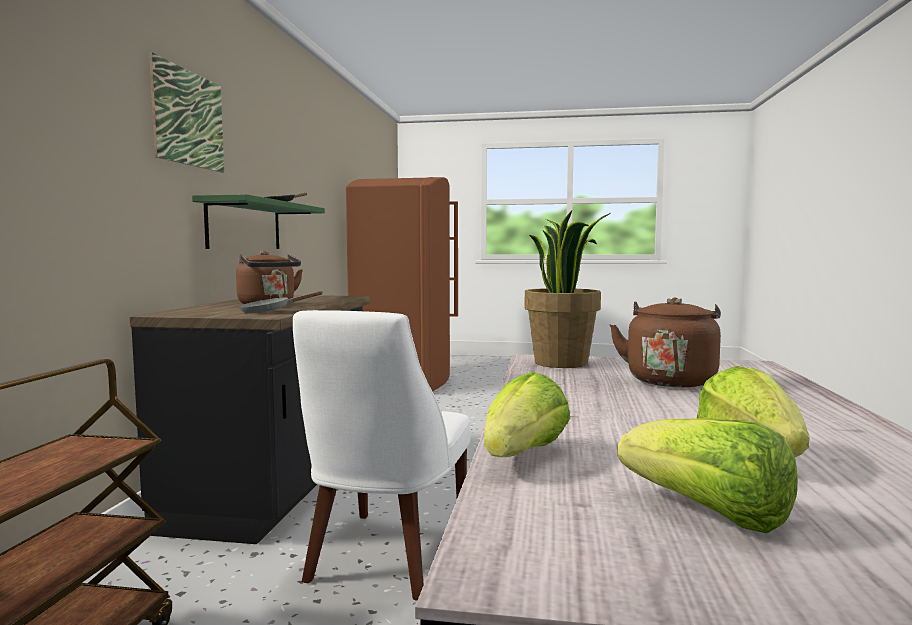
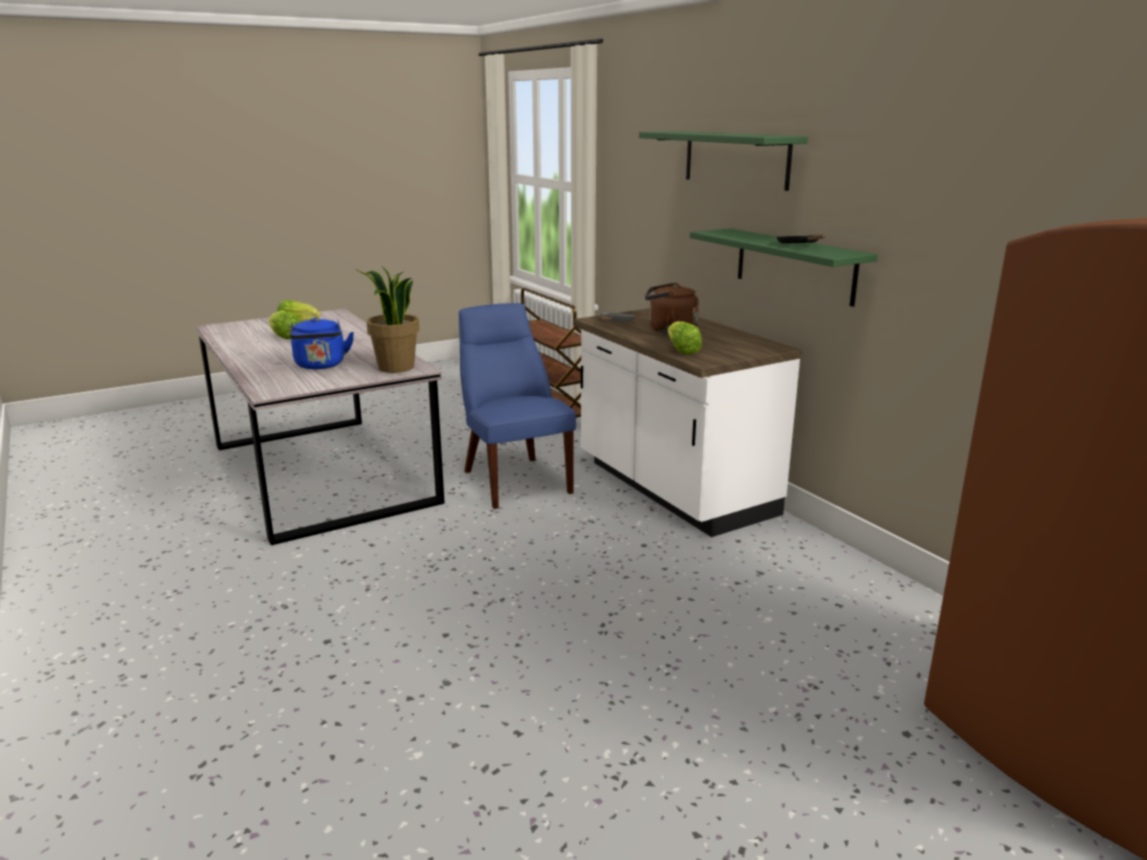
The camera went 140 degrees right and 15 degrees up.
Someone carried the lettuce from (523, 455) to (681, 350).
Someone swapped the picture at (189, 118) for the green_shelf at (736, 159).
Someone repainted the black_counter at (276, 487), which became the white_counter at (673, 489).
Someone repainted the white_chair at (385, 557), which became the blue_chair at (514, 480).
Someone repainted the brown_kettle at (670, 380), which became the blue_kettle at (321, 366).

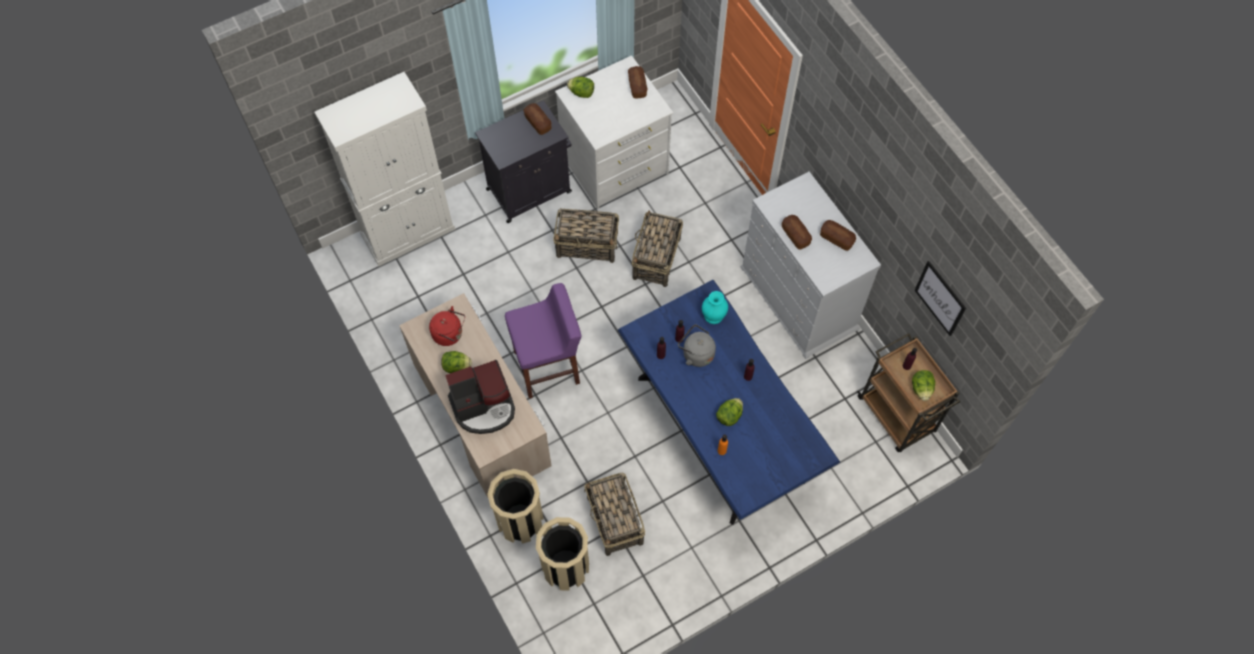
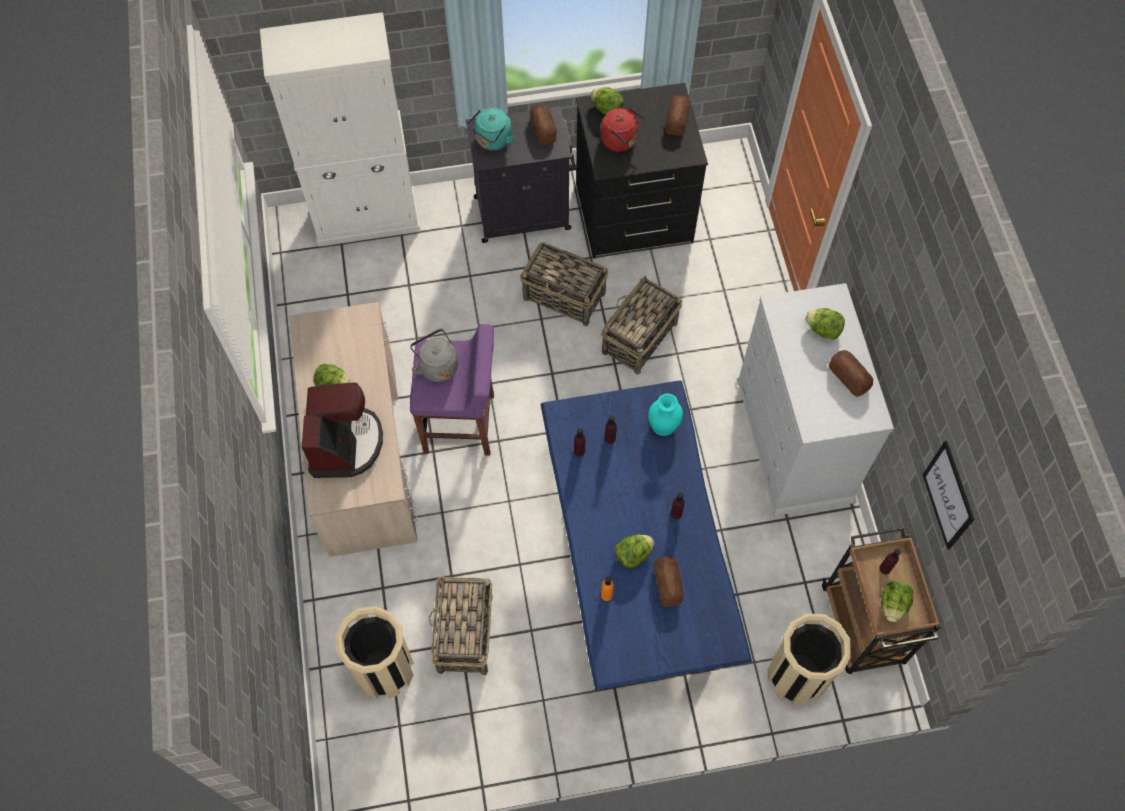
The camera went 20 degrees right and 0 degrees up.
Someone put down the turquoise_kettle at (492, 141).
Someone put down the lettuce at (823, 330).
Someone carried the red_kettle from (449, 334) to (621, 141).
Someone carried the beige_trash_can from (520, 521) to (796, 676).
Someone carried the grey_kettle from (696, 353) to (437, 365).
Someone carried the bread from (795, 235) to (667, 584).
Someone repainted the white_dresser at (615, 166), which became the black_dresser at (634, 215).
Someone rotated the coffee_machine at (484, 407) by 90 degrees counterclockwise.

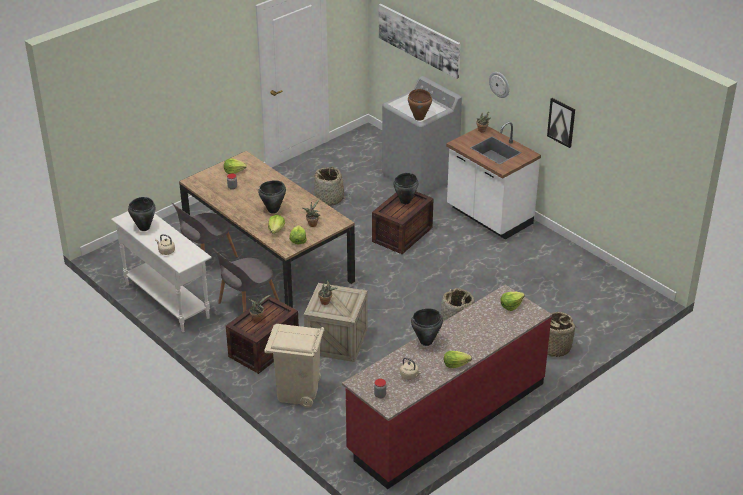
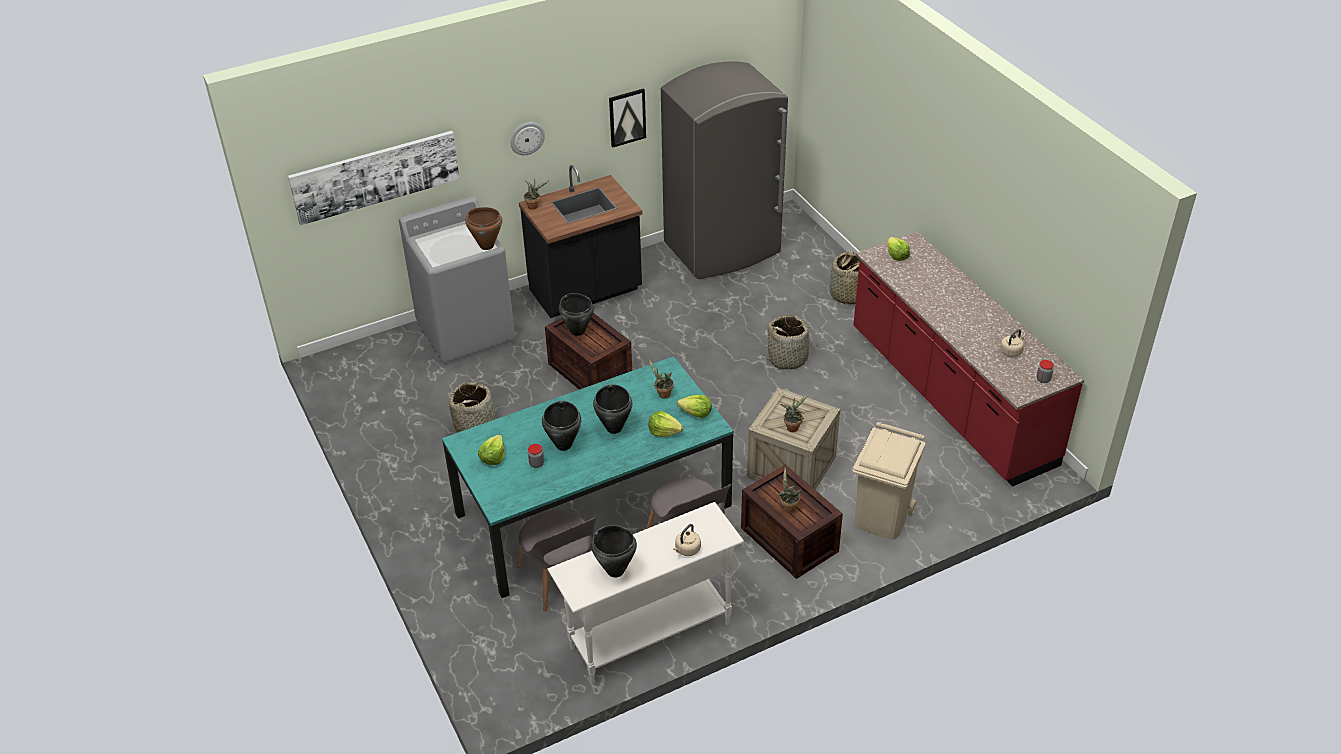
The camera went 75 degrees left and 5 degrees up.
Someone took away the lettuce at (455, 365).
Someone put down the grey_fridge at (723, 249).
Someone carried the black_cooking_pot from (426, 342) to (564, 445).
Someone repainted the brown_dining_table at (267, 260), which became the turquoise_dining_table at (592, 510).
Someone repainted the white_counter at (488, 217), which became the black_counter at (586, 292).

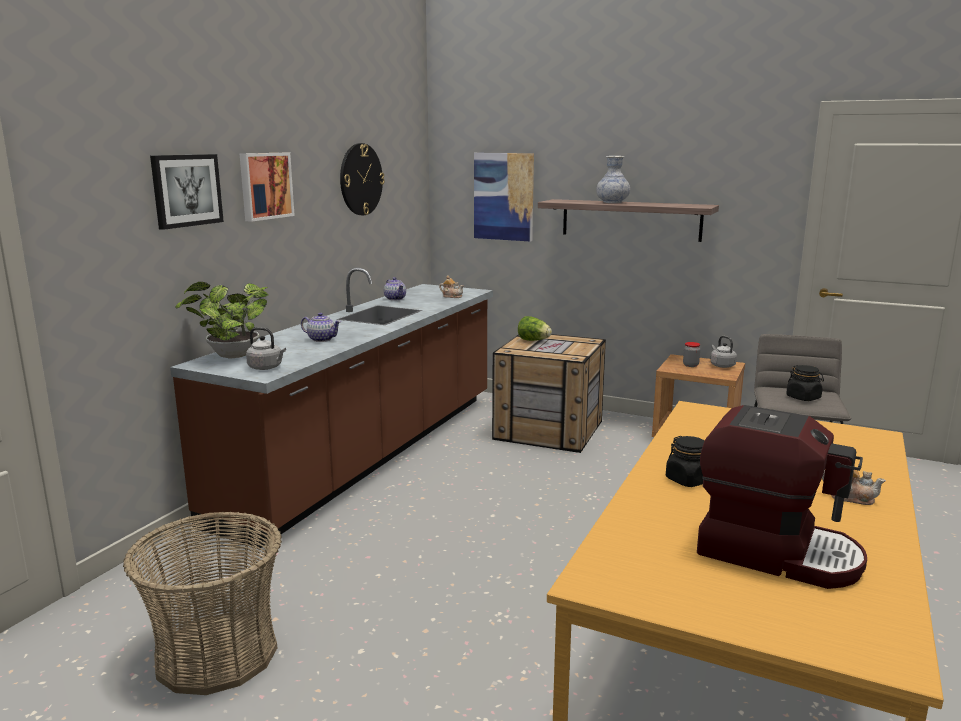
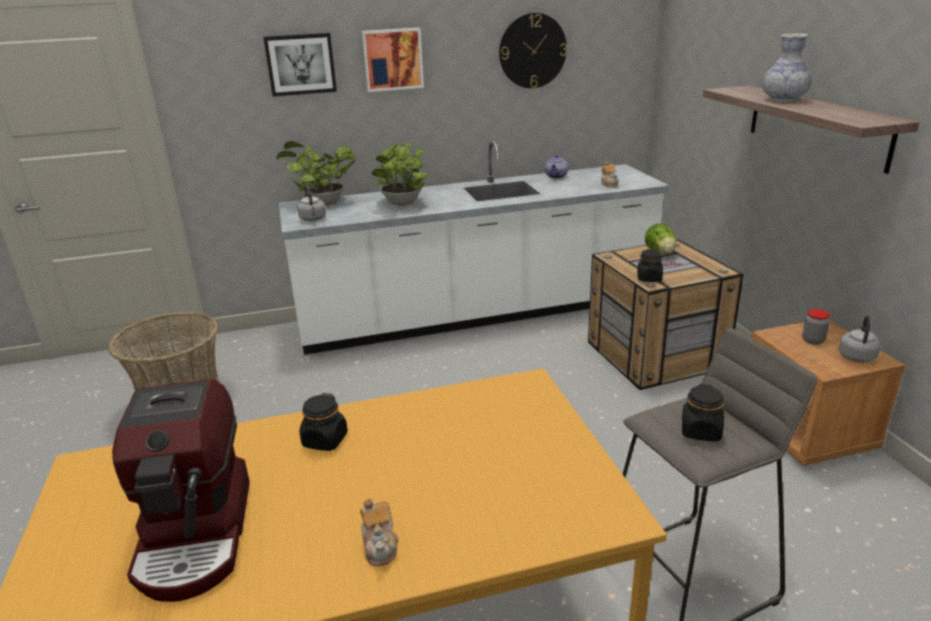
The camera went 50 degrees right and 10 degrees up.
Someone took away the picture at (503, 196).
Someone put down the black_jar at (649, 278).
Someone swapped the teapot at (321, 339) for the potted_plant at (402, 204).
Someone repainted the brown_counter at (370, 453), which became the white_counter at (478, 315).

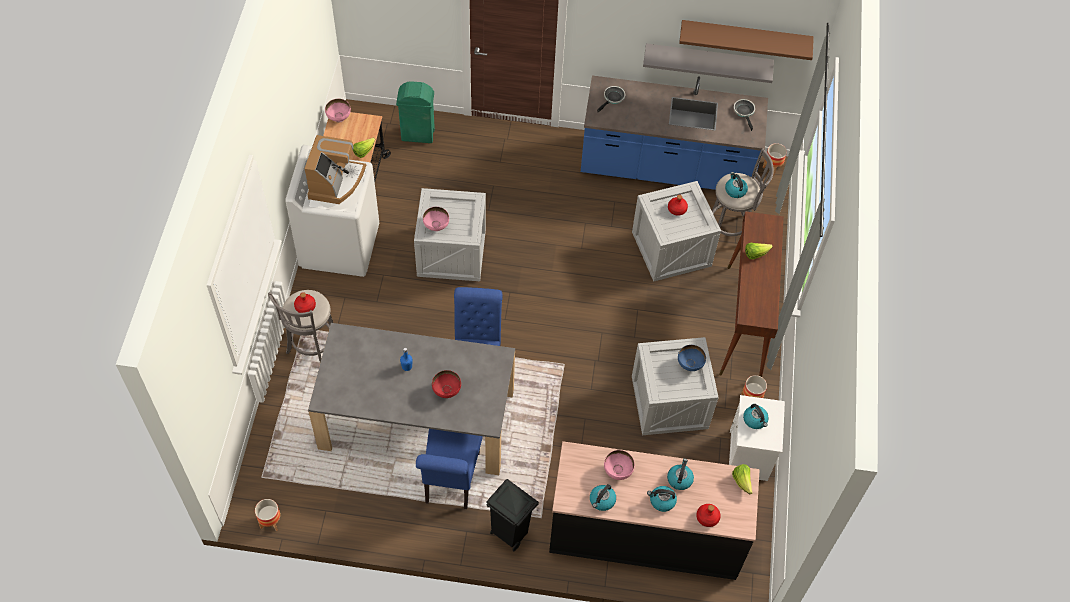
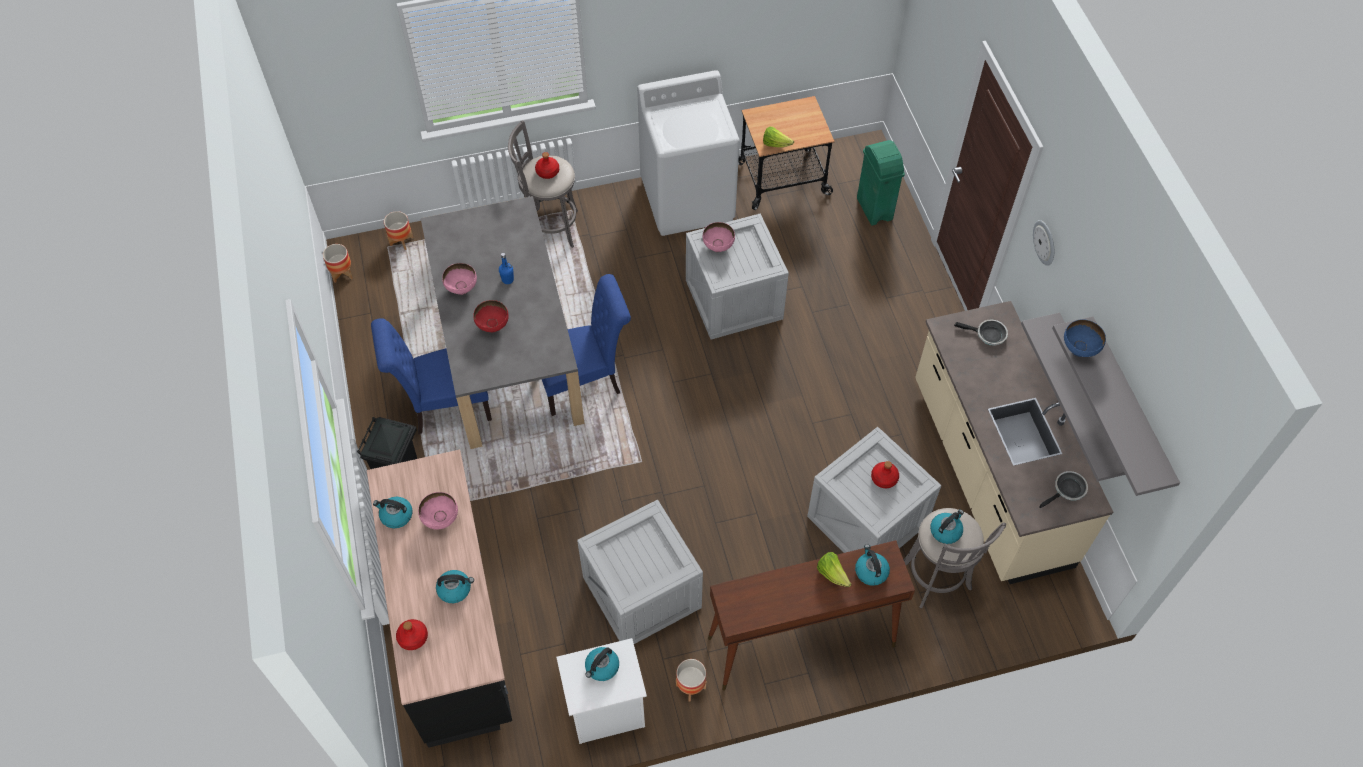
The camera went 70 degrees right and 0 degrees up.
Someone took away the coffee_machine at (336, 182).
Someone took away the lettuce at (742, 481).
Someone put up the wall_clock at (1045, 242).
Someone carried the pink_bowl from (339, 118) to (462, 288).
Someone carried the kettle from (662, 501) to (870, 571).
Someone carried the blue_bowl from (690, 364) to (1079, 349).
Someone carried the planter from (772, 167) to (401, 241).
Someone repainted the blue_counter at (666, 168), which became the beige_counter at (989, 473).
Someone repainted the brown_shelf at (745, 37), which became the grey_shelf at (1129, 406).

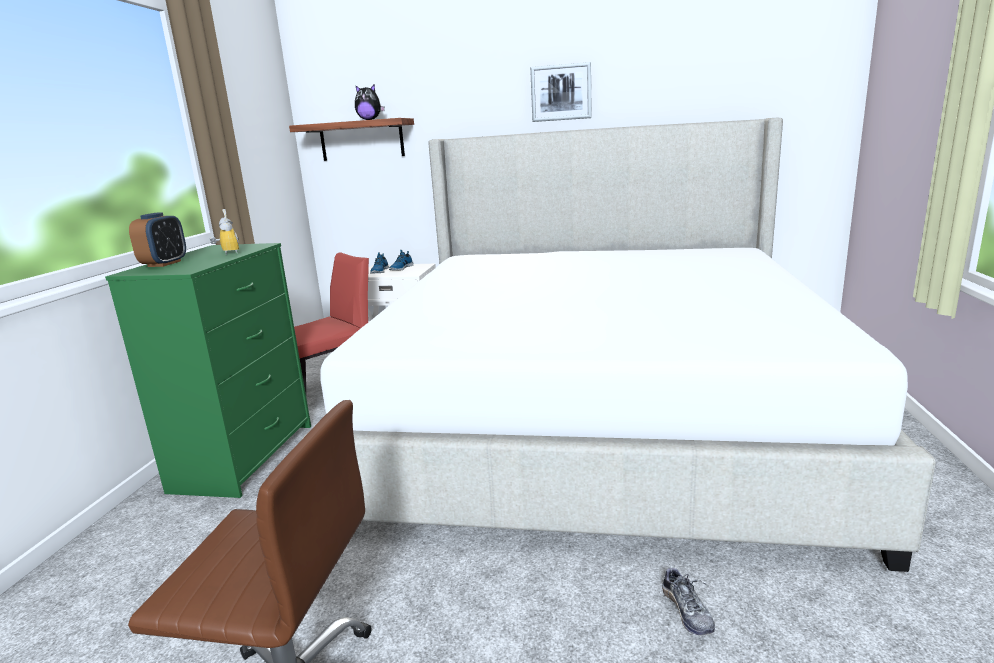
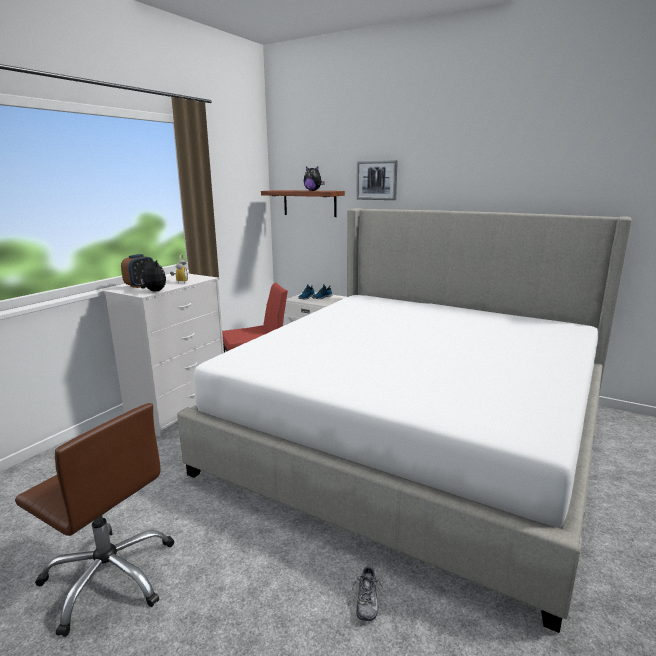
The camera went 20 degrees right and 0 degrees up.
Someone put down the plush_toy at (154, 291).
Someone carried the picture from (561, 92) to (376, 180).
Someone repainted the green_dresser at (245, 456), which became the white_dresser at (179, 410).

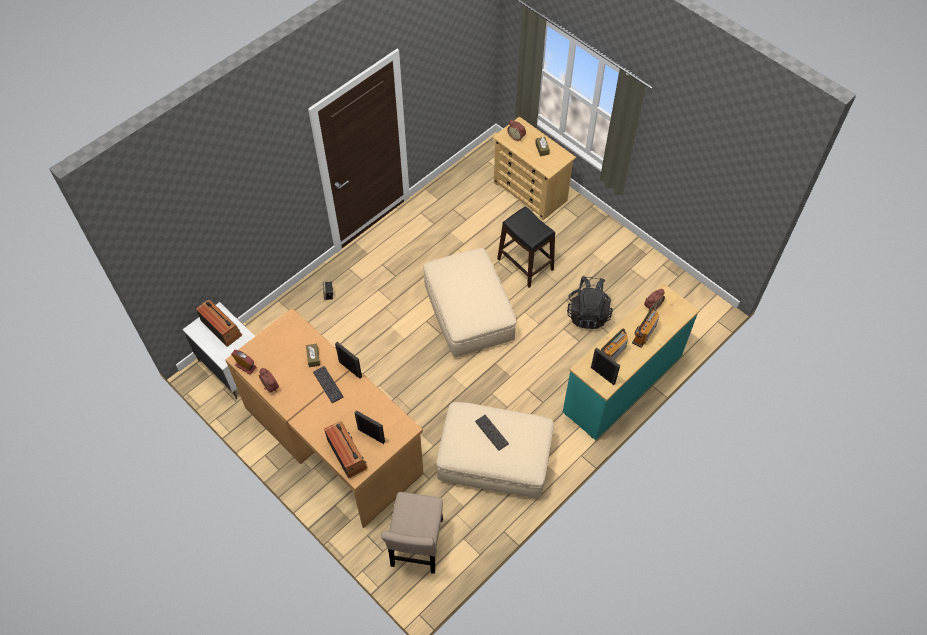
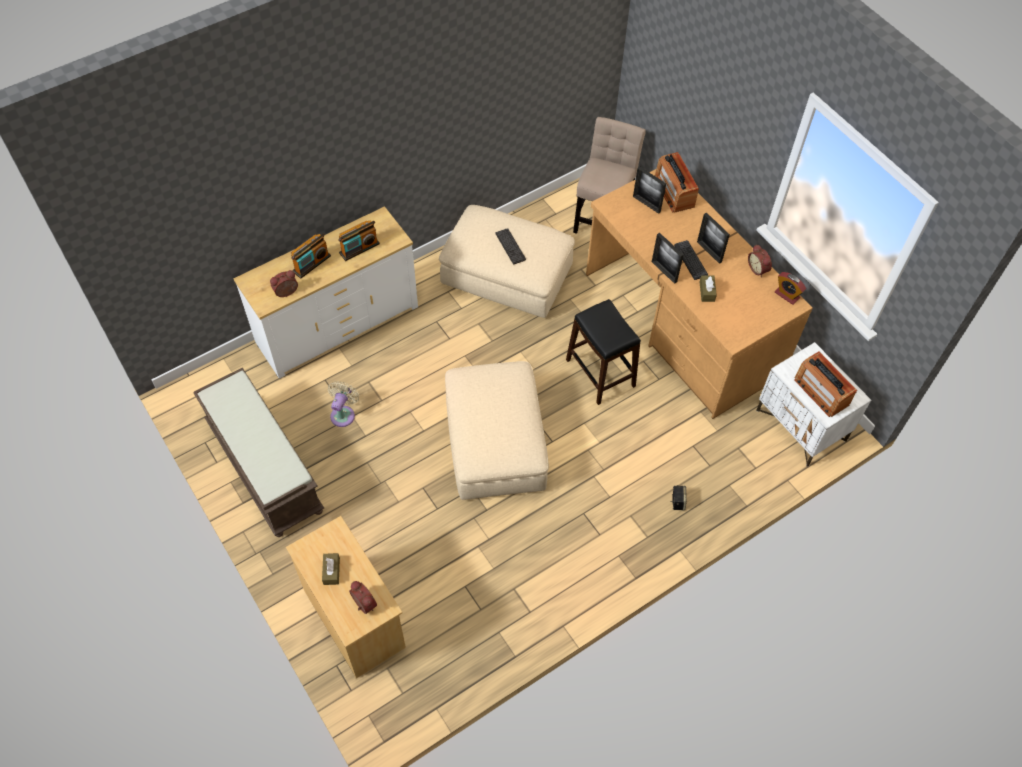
The camera went 170 degrees left and 0 degrees up.
Someone put down the brown_bench at (263, 467).
Someone carried the black_stool from (525, 264) to (600, 373).
Someone carried the picture_frame from (602, 375) to (709, 252).
Someone swapped the black_backpack at (588, 313) for the beige_fan at (343, 414).
Someone repainted the turquoise_dresser at (623, 384), which became the white_dresser at (337, 324).

